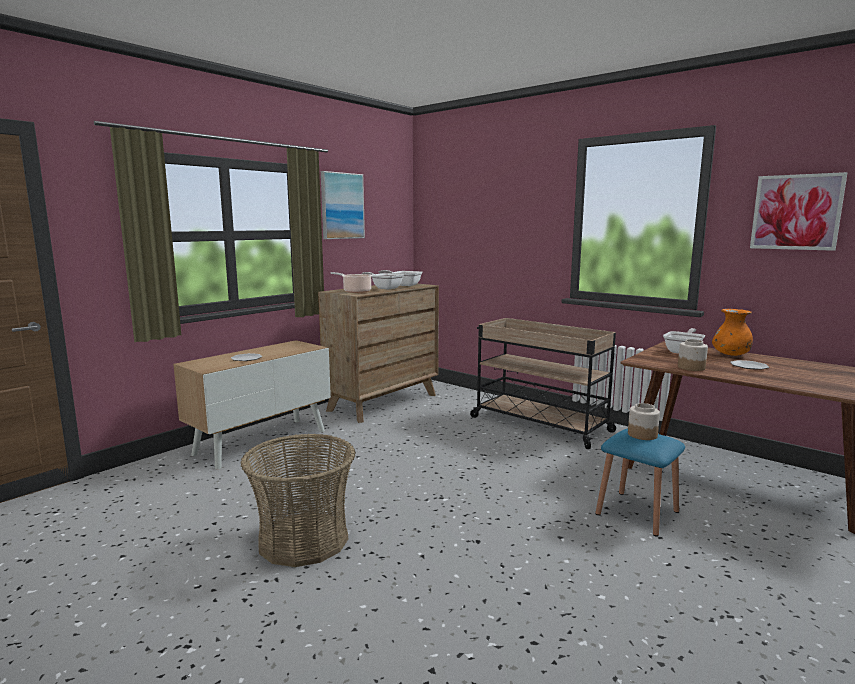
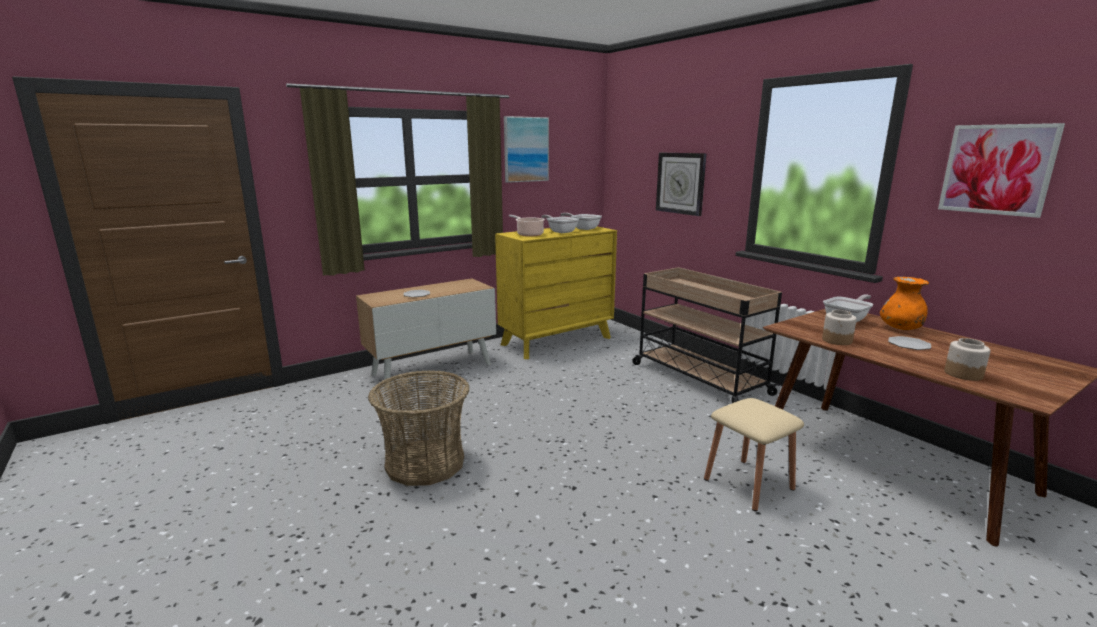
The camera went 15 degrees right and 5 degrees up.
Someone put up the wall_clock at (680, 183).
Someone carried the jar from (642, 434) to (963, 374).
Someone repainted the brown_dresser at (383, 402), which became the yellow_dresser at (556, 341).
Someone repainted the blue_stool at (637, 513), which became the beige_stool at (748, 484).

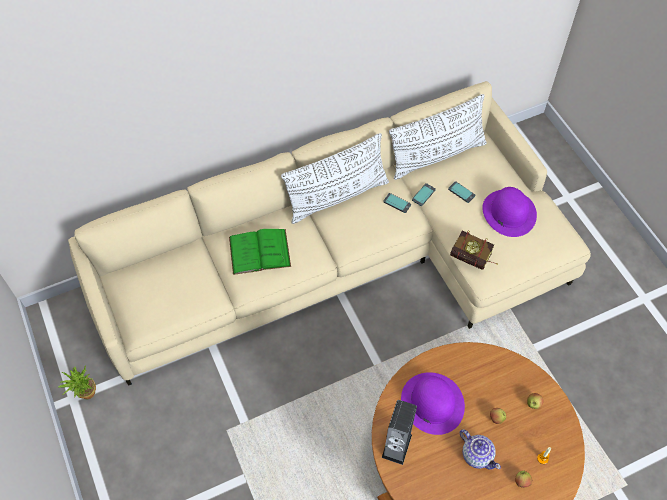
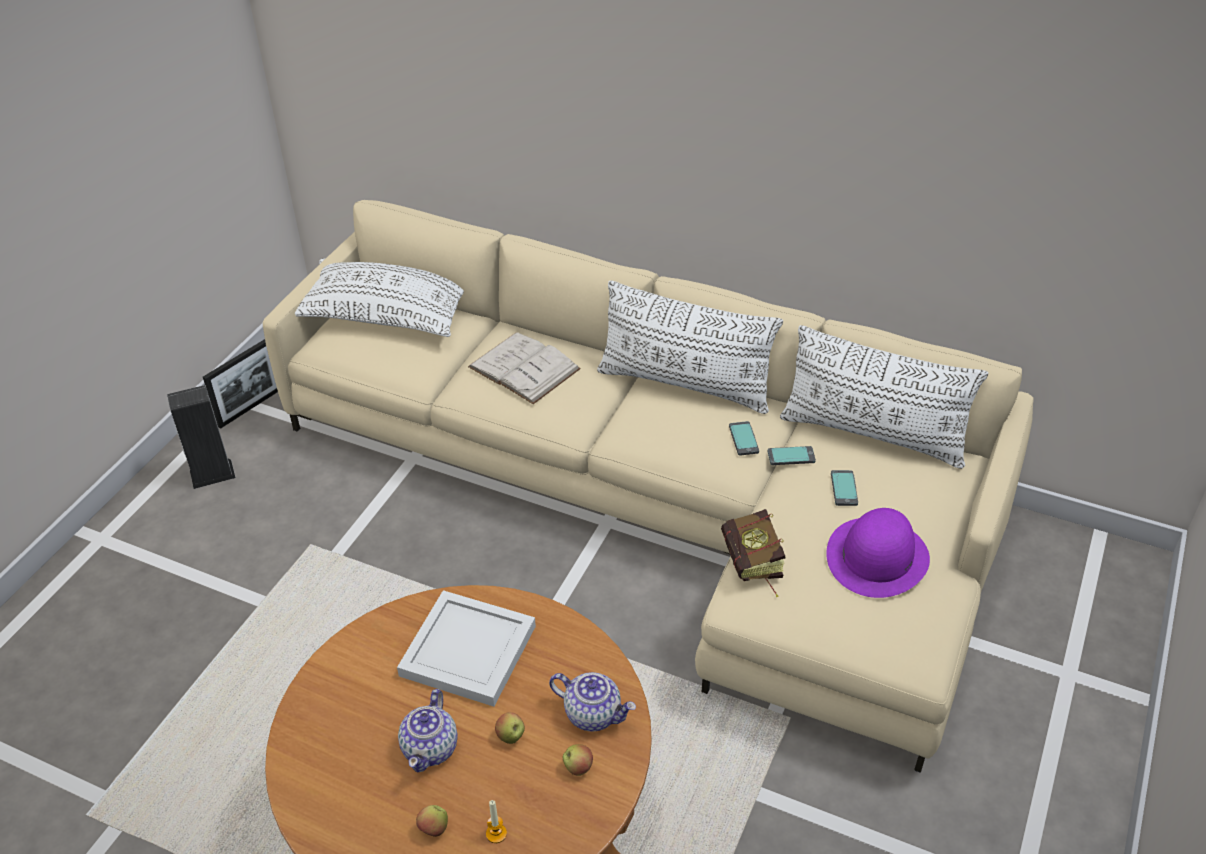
The camera went 50 degrees right and 15 degrees down.
Someone put down the white_pillow at (385, 314).
Someone put down the teapot at (593, 713).
Someone carried the speaker from (396, 446) to (212, 474).
Someone swapped the potted_plant at (85, 395) for the picture_frame at (251, 406).
Someone swapped the purple_hat at (432, 403) for the white_tray at (467, 649).
Someone repainted the green_book at (259, 251), which became the white_book at (524, 368).

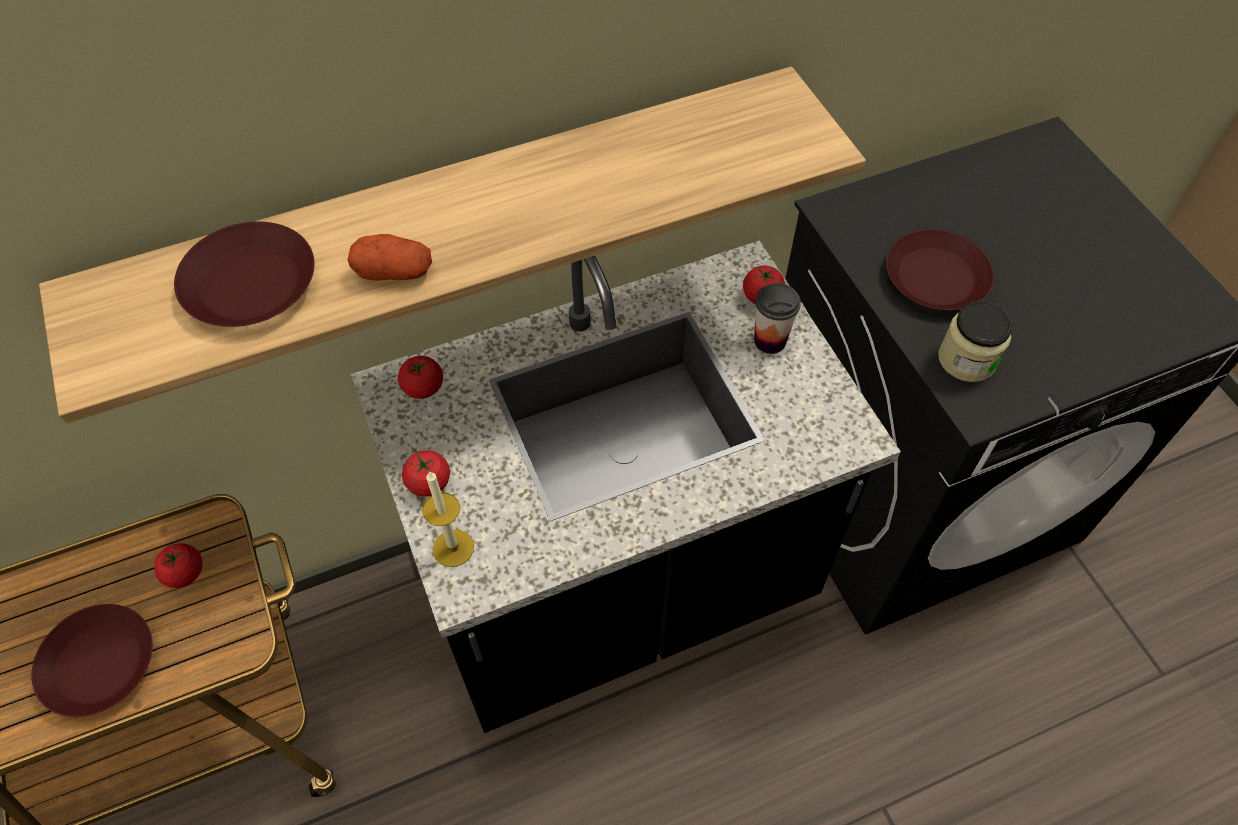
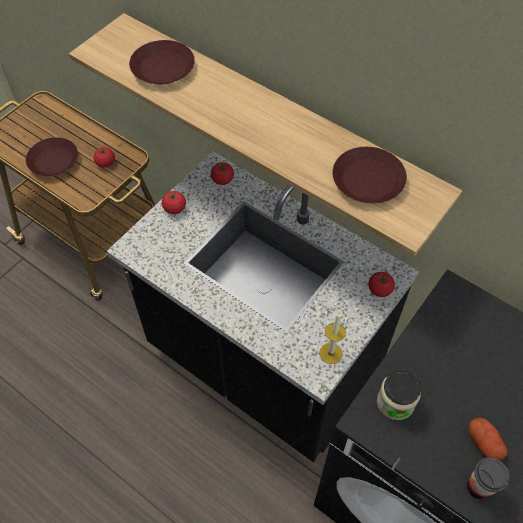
The camera went 60 degrees right and 0 degrees up.
Someone carried the potato from (394, 272) to (484, 443).
Someone carried the candle from (453, 548) to (330, 353).
Someone carried the cup from (770, 340) to (478, 487).
Someone carried the brown_plate from (937, 278) to (368, 181).

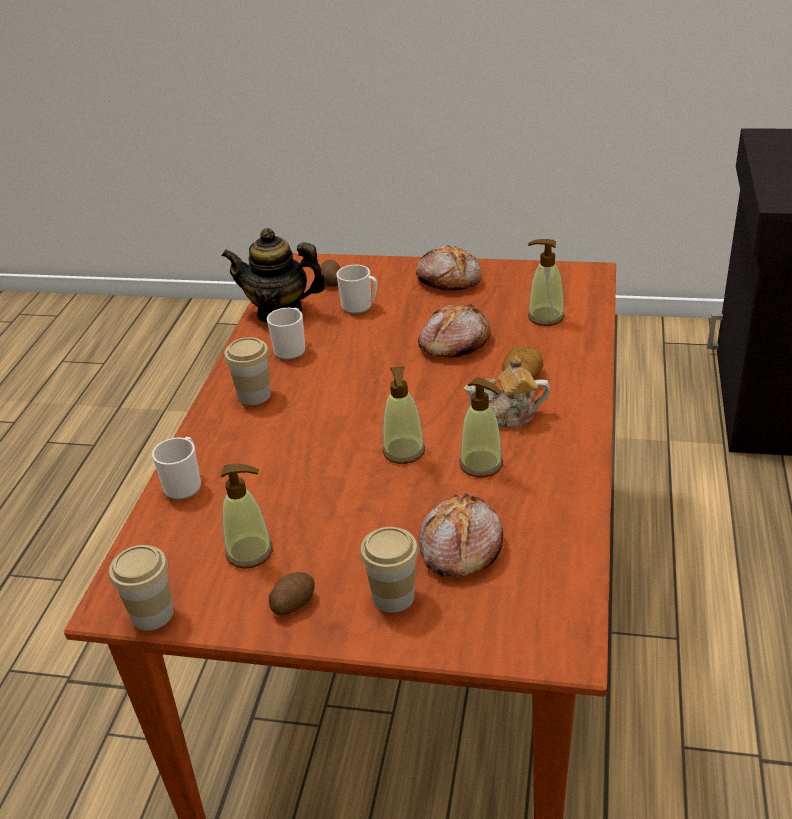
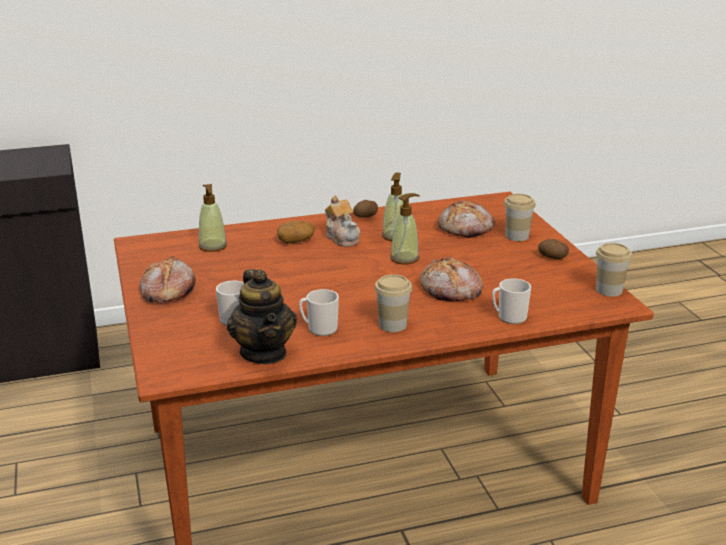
The camera went 120 degrees left and 10 degrees down.
Someone took away the soap_dispenser at (250, 552).
Someone carried the potato from (331, 282) to (366, 216).
Someone carried the bread from (454, 343) to (451, 291).

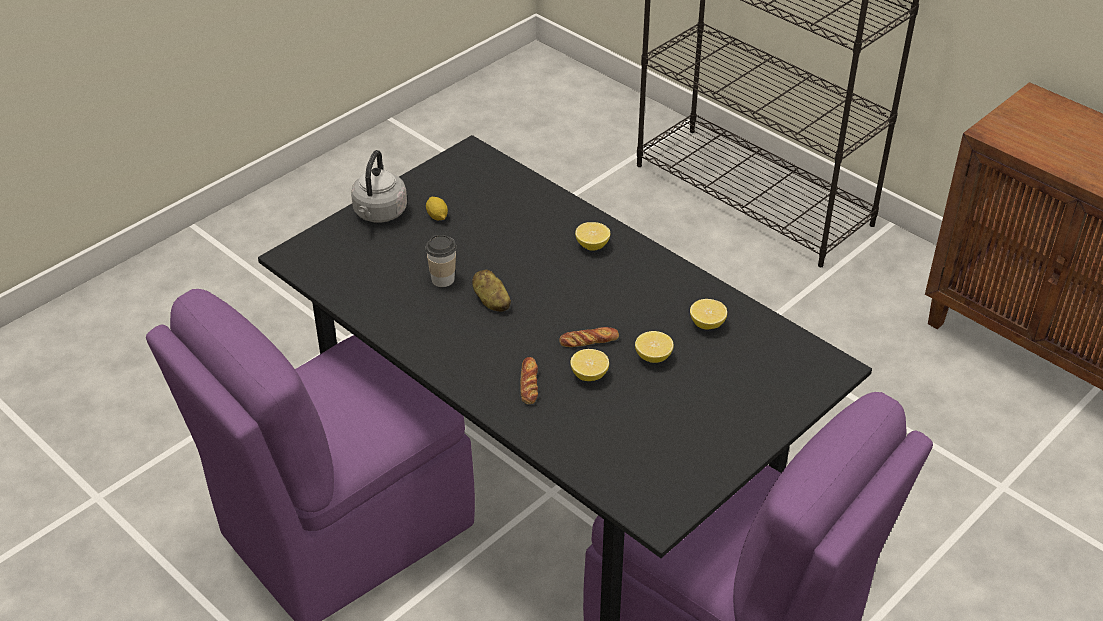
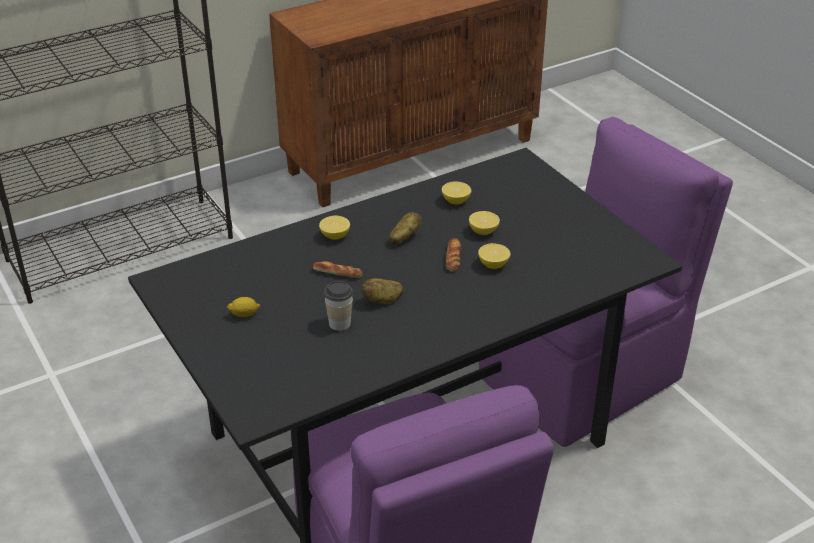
The camera went 75 degrees left and 5 degrees down.
Someone took away the grey_kettle at (379, 214).
Someone put down the potato at (404, 238).
Someone carried the bread from (529, 384) to (337, 273).

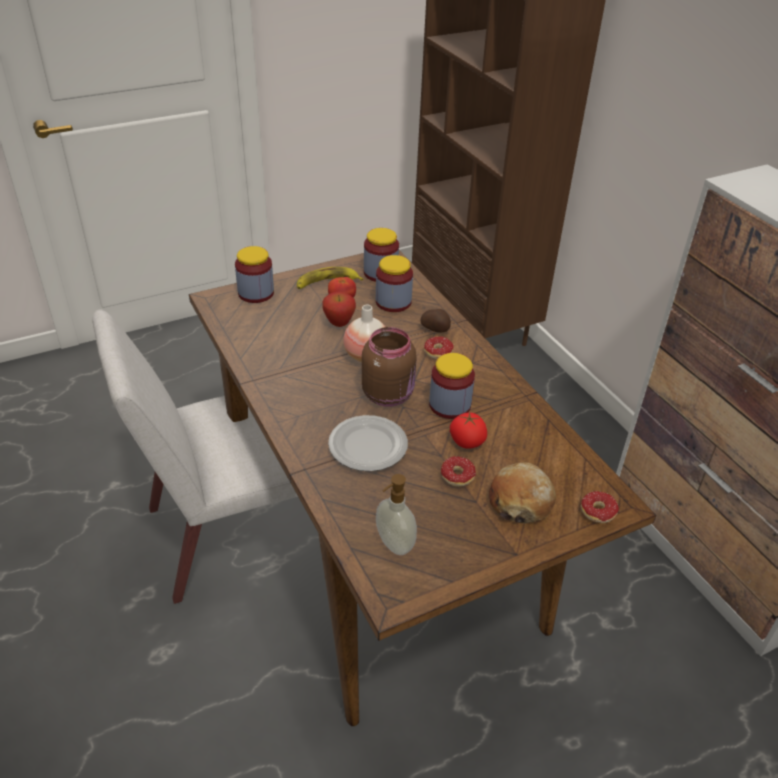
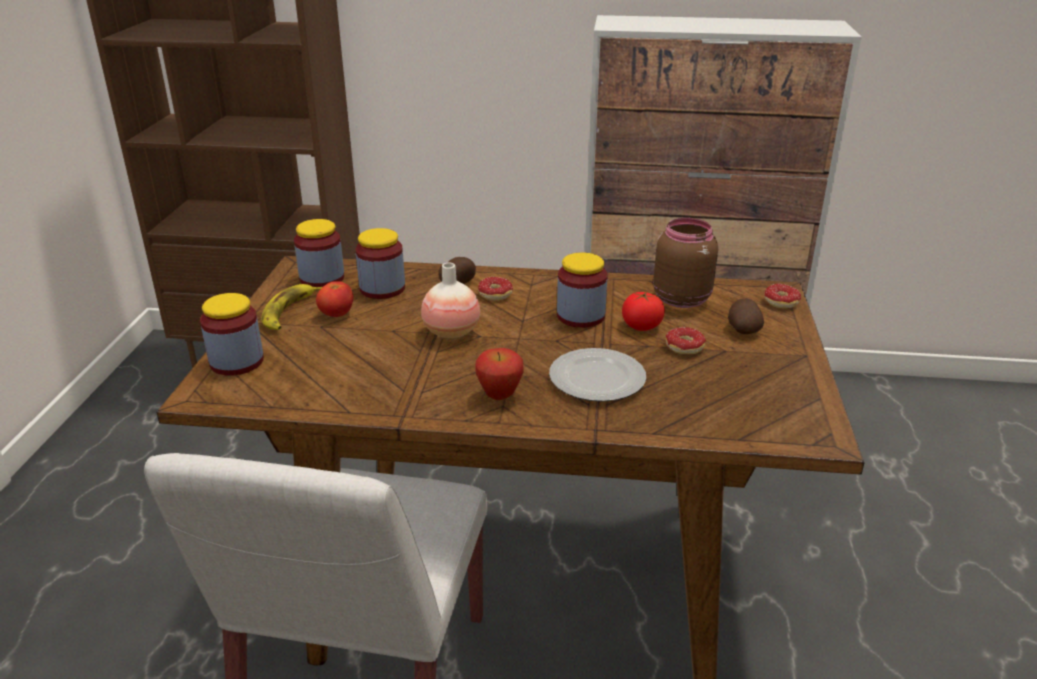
The camera went 55 degrees left and 10 degrees down.
Someone took away the soap_dispenser at (393, 544).
Someone carried the apple from (339, 324) to (499, 396).
Someone carried the brown_jar from (389, 394) to (681, 298).
Someone swapped the bread at (520, 501) for the potato at (742, 329).

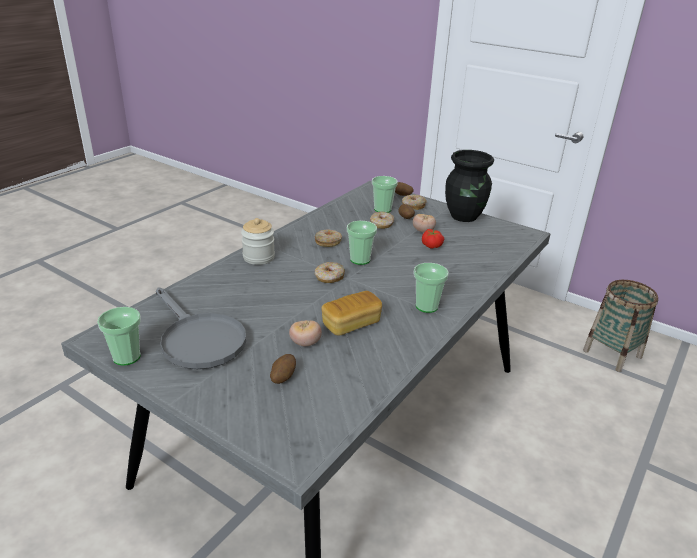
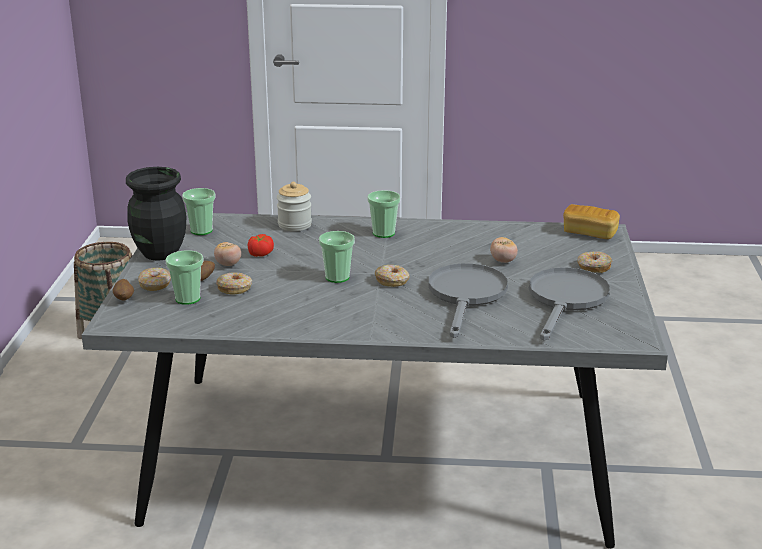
The camera went 120 degrees left and 5 degrees down.
Someone took away the potato at (282, 377).
Someone put down the grey_frying_pan at (466, 296).
Someone carried the cup from (126, 357) to (201, 230).
Someone carried the jar from (258, 257) to (294, 225).
Someone carried the donut from (328, 242) to (593, 267).
Someone carried the bread from (351, 324) to (589, 233).

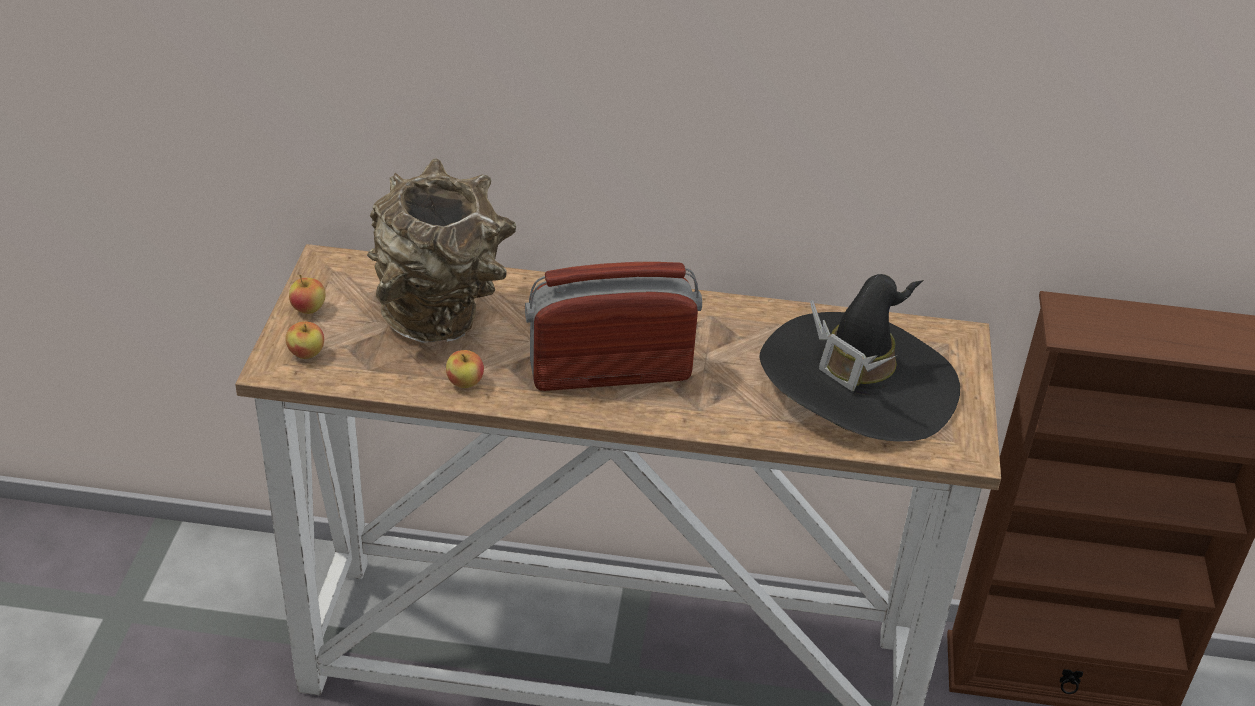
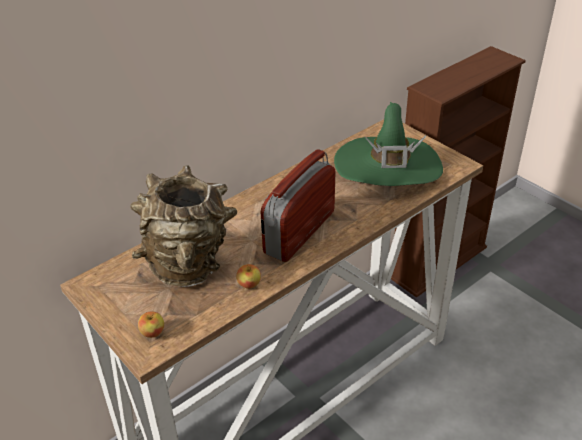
The camera went 45 degrees left and 0 degrees up.
Someone took away the apple at (308, 309).
Someone repainted the black_hat at (857, 382), which became the green_hat at (388, 167).

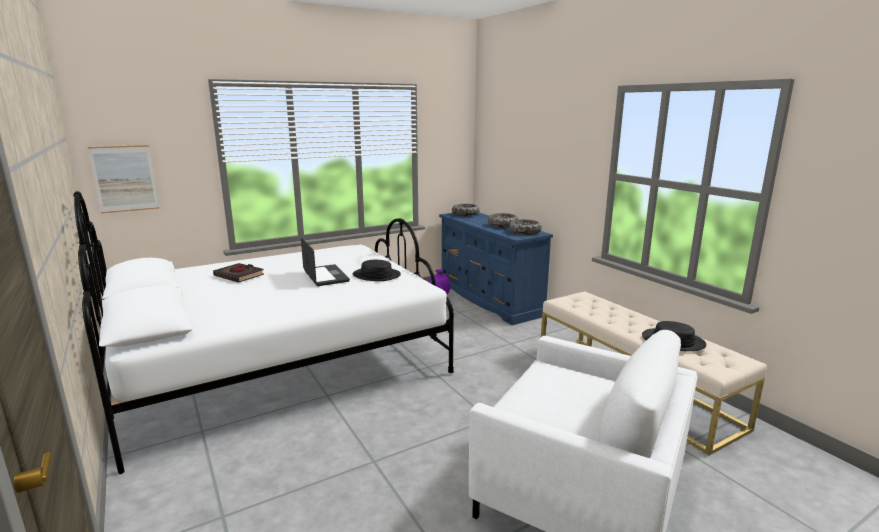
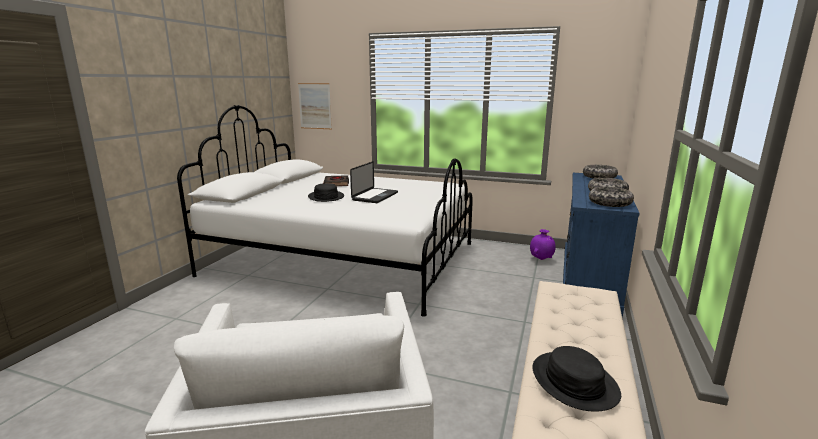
The camera went 50 degrees right and 0 degrees up.
Someone carried the black_hat from (376, 275) to (326, 197).

